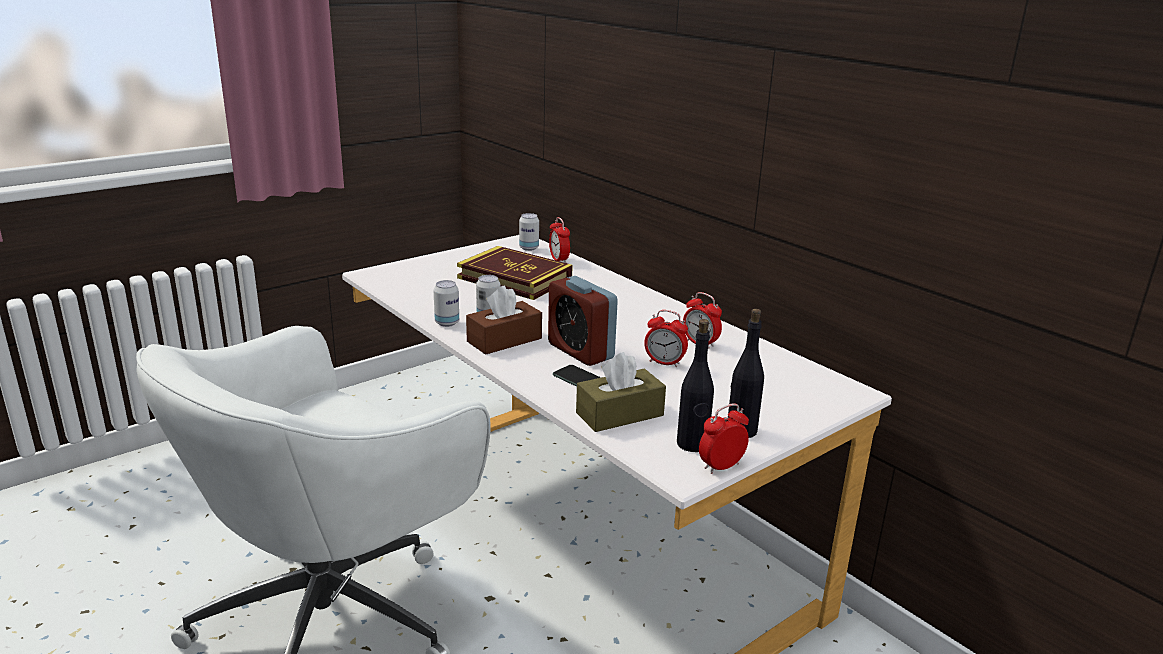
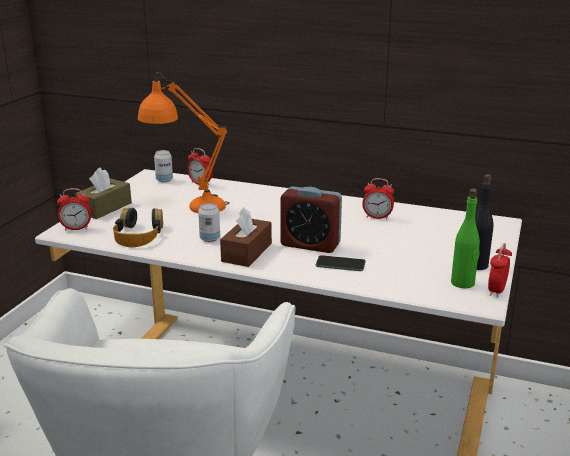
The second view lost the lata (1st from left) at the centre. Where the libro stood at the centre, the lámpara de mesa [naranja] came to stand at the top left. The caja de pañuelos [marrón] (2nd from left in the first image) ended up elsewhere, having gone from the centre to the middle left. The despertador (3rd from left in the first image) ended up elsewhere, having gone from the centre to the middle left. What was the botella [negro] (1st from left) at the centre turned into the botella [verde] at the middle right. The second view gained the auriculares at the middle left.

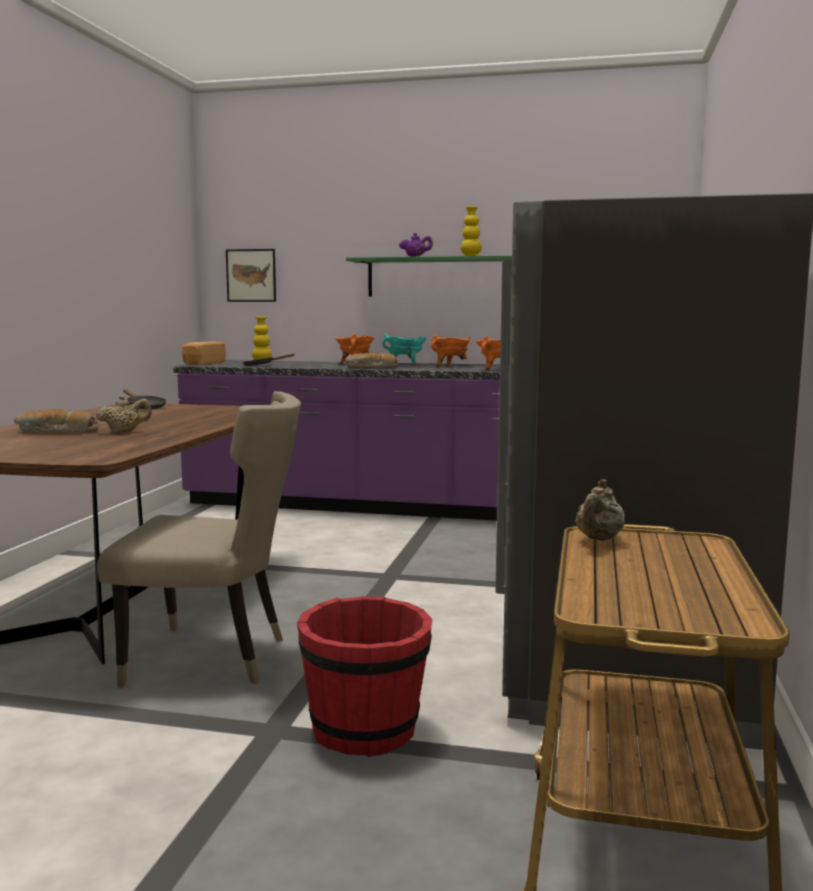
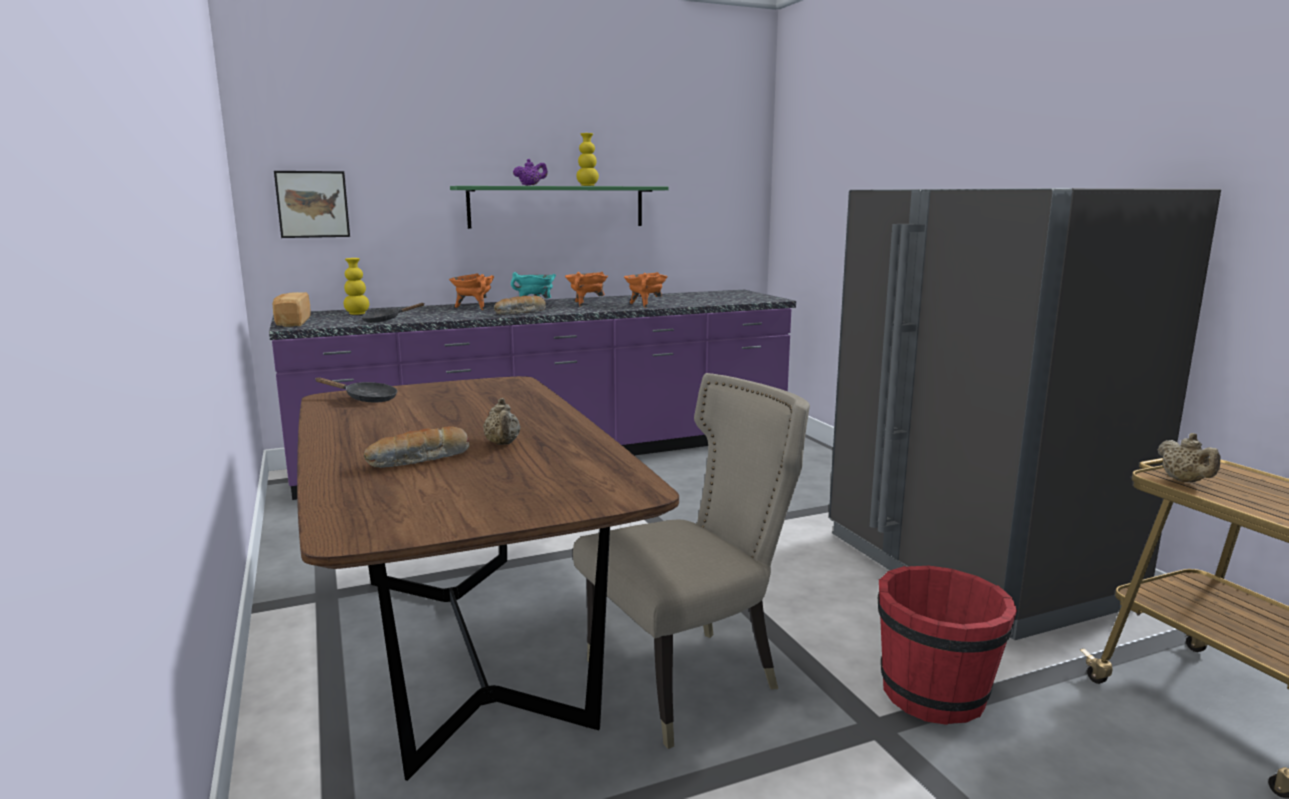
The tetera [beis] (1st from left) at the middle left ended up facing another way, 135 degrees clockwise from before.

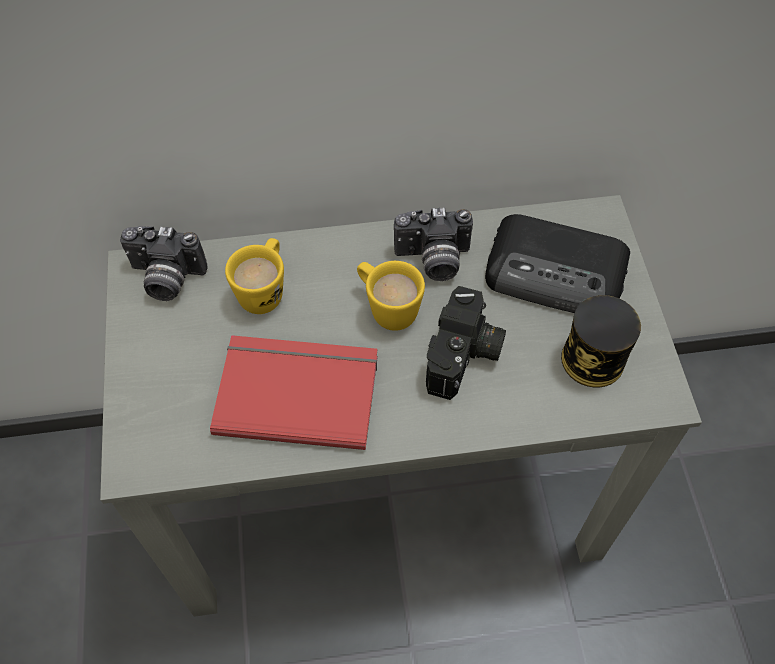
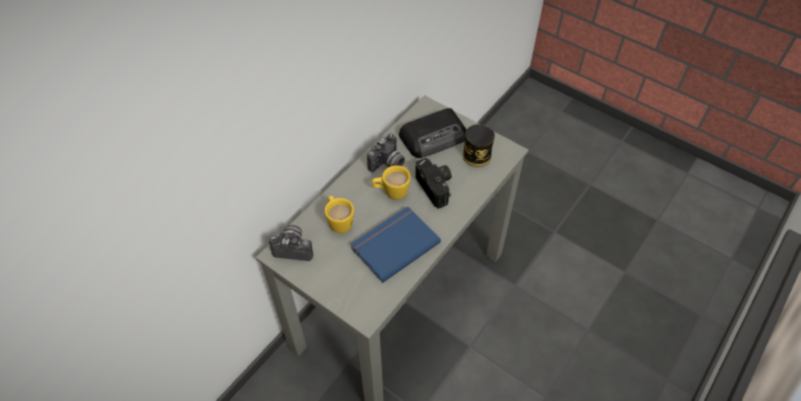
The cámara (1st from left) at the middle left ended up facing another way, 135 degrees counterclockwise from before. What was the libro [rojo] at the centre turned into the libro [azul] at the centre.

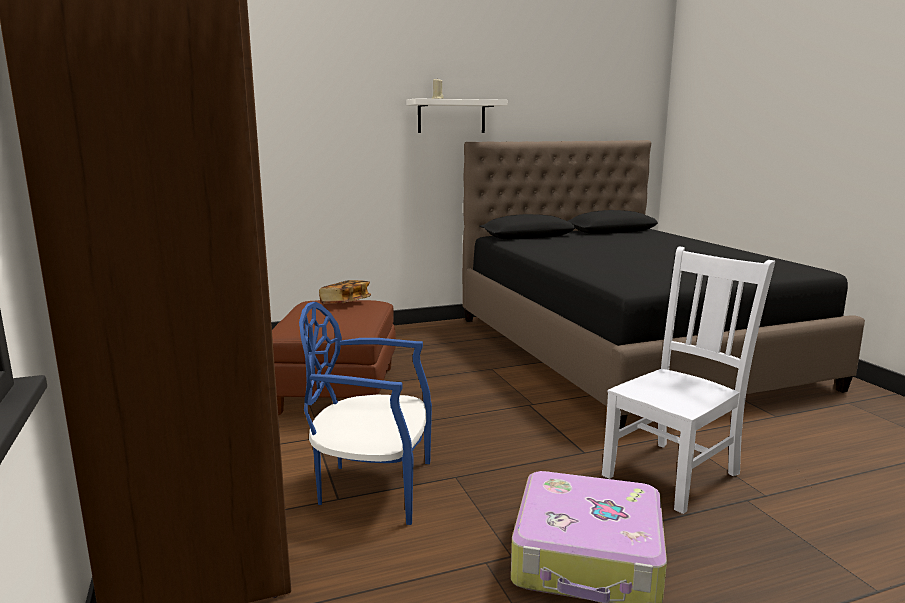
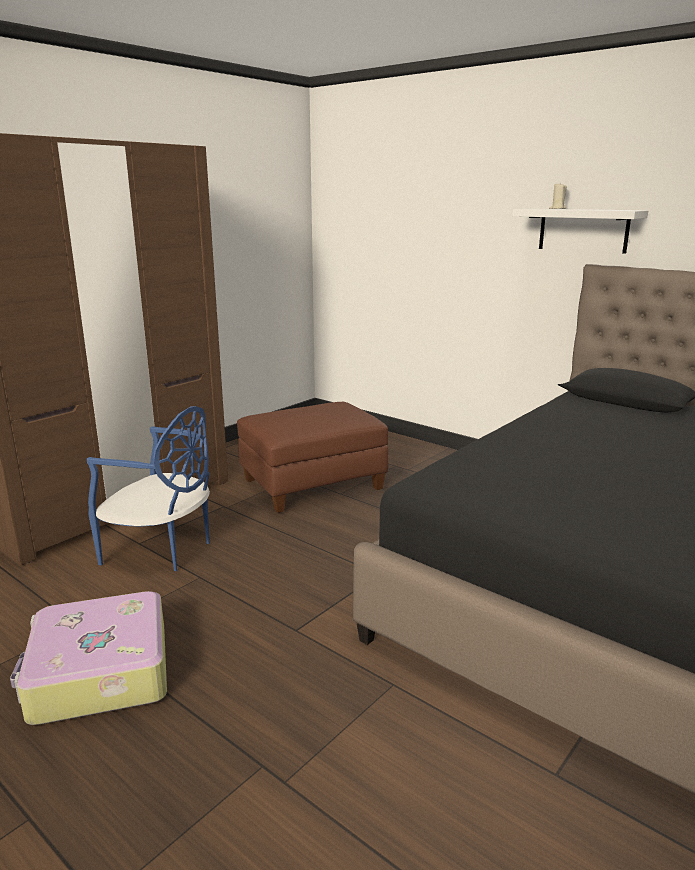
The silla [azul] at the bottom centre ended up facing another way, 135 degrees clockwise from before. The second view lost the libro at the centre. The second view lost the silla [blanco] at the middle right.

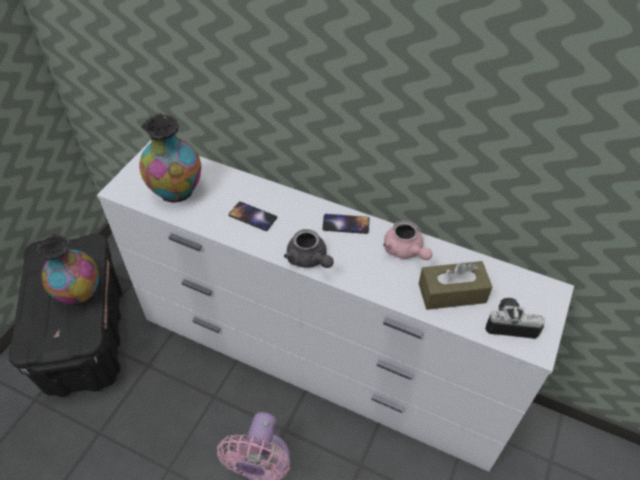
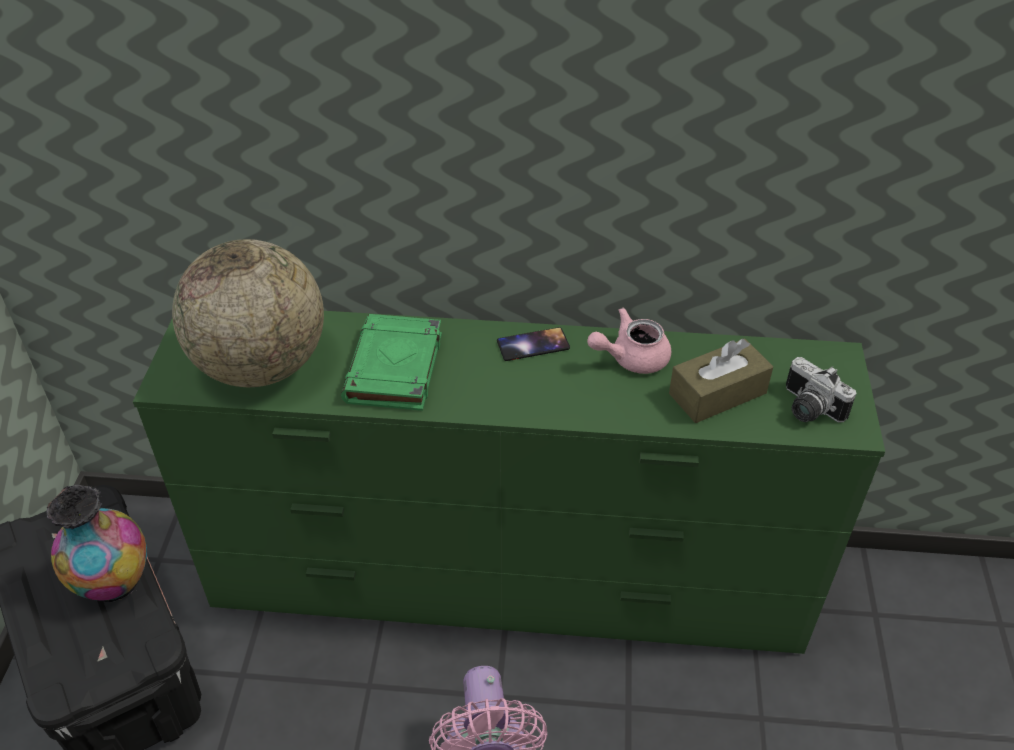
What was the cómoda [blanco] at the centre turned into the cómoda [verde] at the centre. Where the florero (2nd from left) stood at the top left, the globo terráqueo came to stand at the middle left. Where the móvil (1st from left) stood at the centre, the libro [verde] came to stand at the centre. The second view lost the tetera [gris] at the centre. The tetera [rosa] at the centre ended up facing another way, 120 degrees clockwise from before. The cámara at the middle right ended up facing another way, 120 degrees counterclockwise from before.

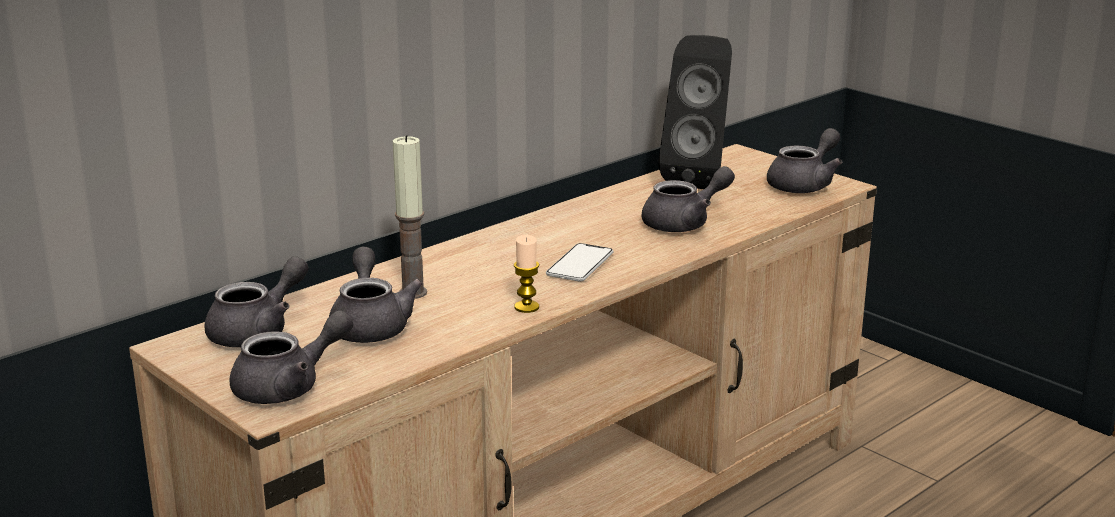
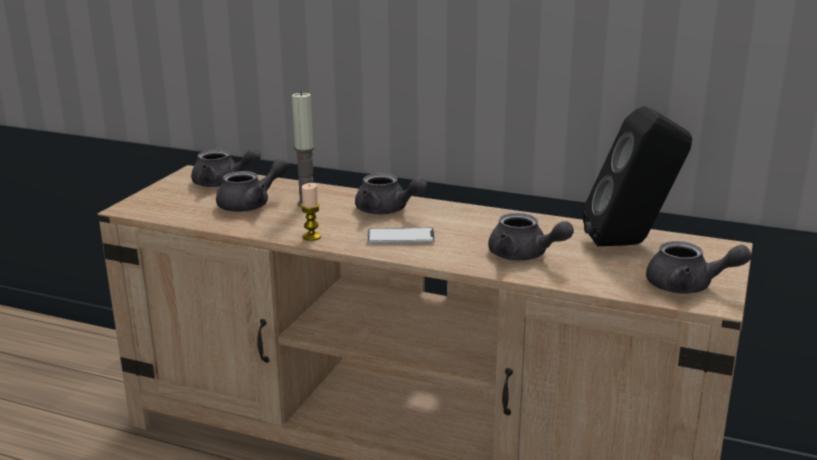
The tetera [gris] (2nd from left in the first image) ended up elsewhere, having gone from the bottom left to the centre.

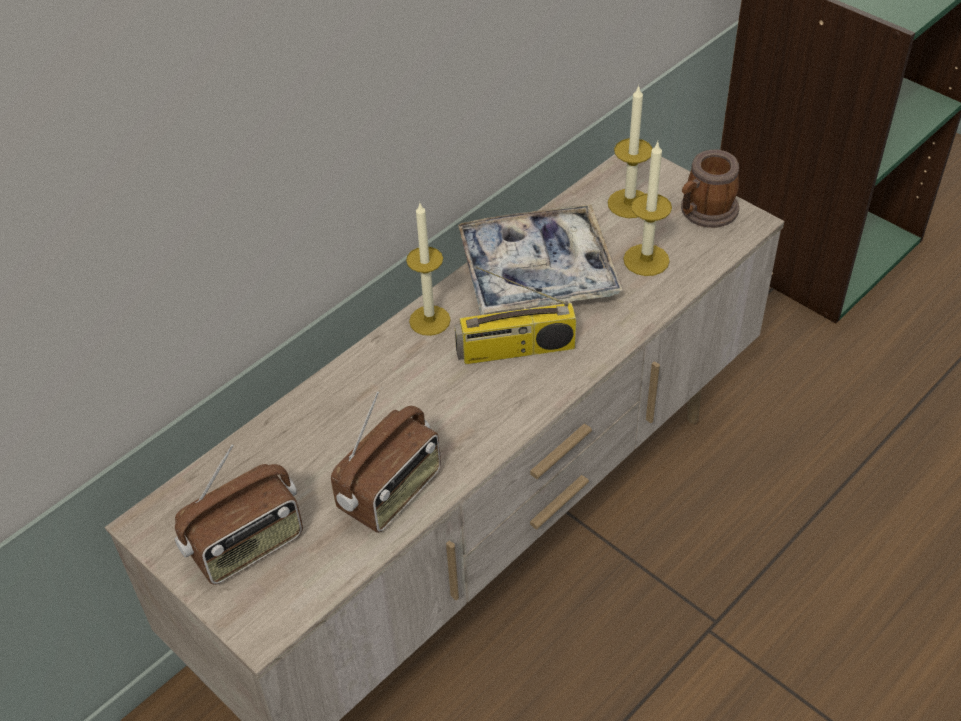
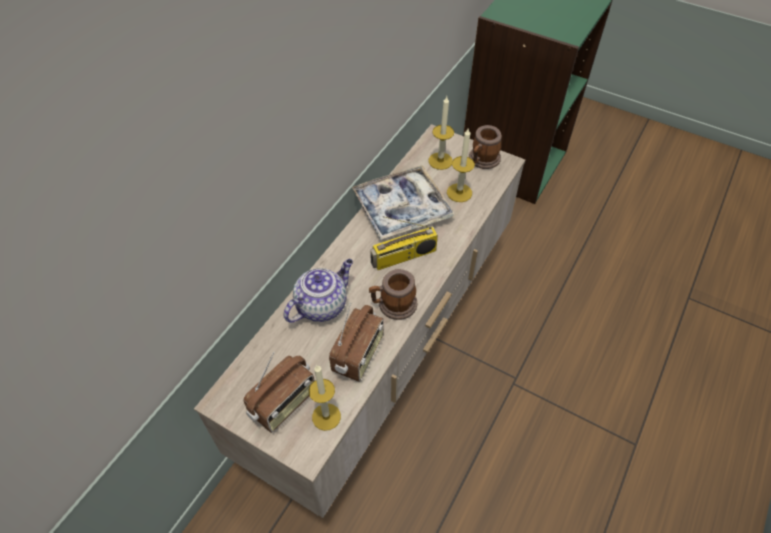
The vela (1st from left) ended up elsewhere, having gone from the centre to the bottom centre. The second view gained the tetera at the centre. The second view gained the taza grande (1st from left) at the centre.

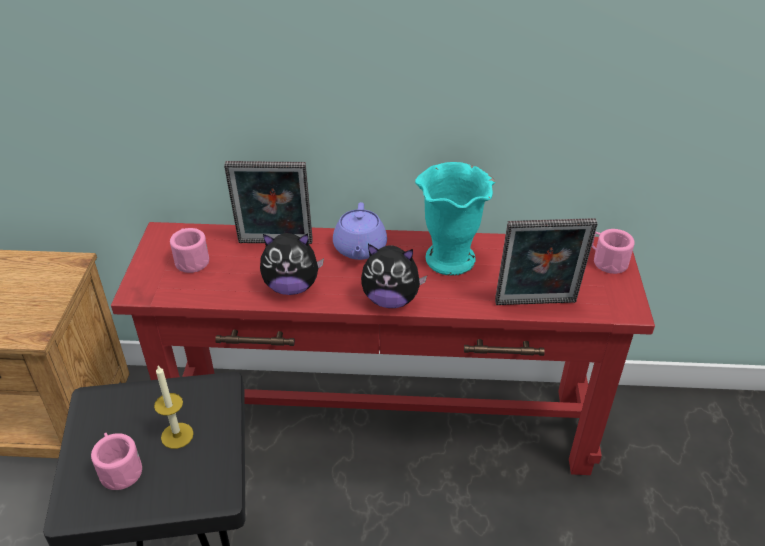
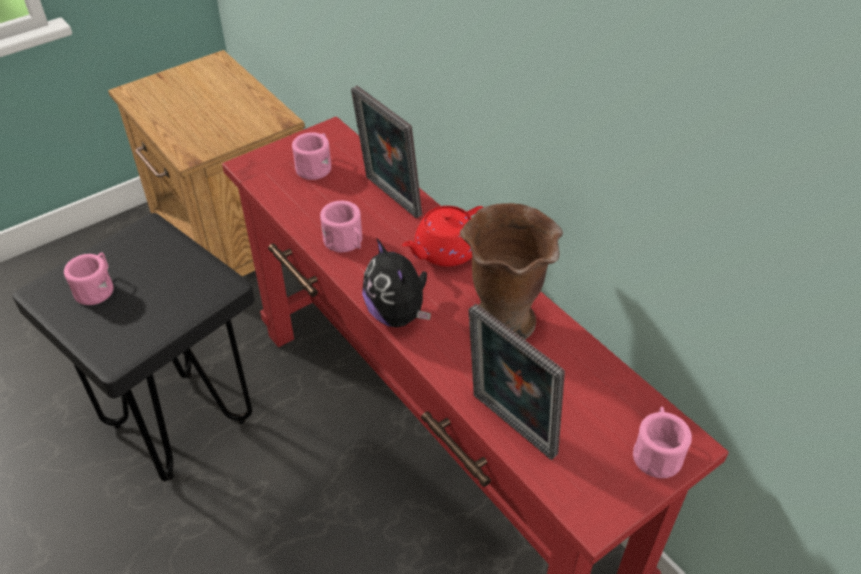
The second view lost the vela at the bottom left. Where the peluche (1st from left) stood at the centre, the taza grande [rosa] (3rd from left) came to stand at the centre. What was the tetera [morado] at the centre turned into the tetera [rojo] at the centre. What was the florero [turquesa] at the centre turned into the florero [marrón] at the centre.

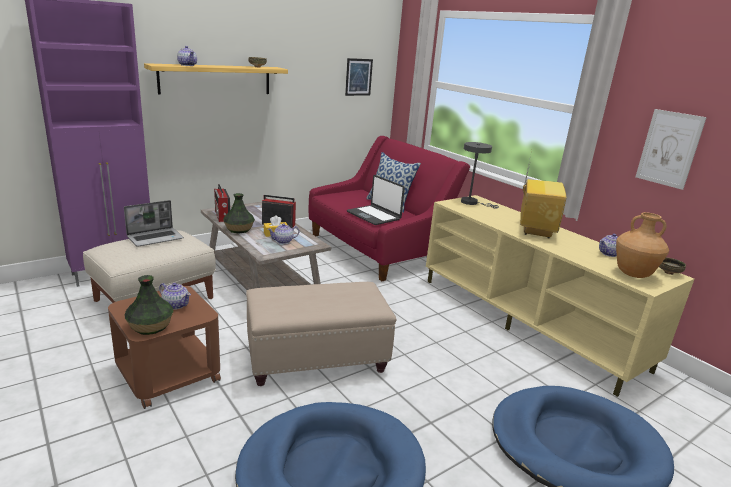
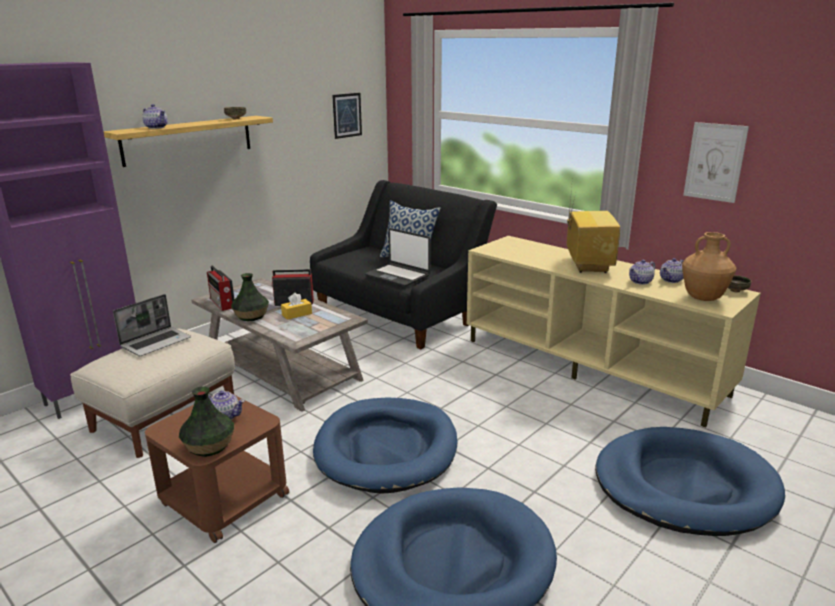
Where the puf [beis] (2nd from left) stood at the bottom centre, the cama para perro [azul] (1st from left) came to stand at the bottom centre. The tetera (3rd from left) ended up elsewhere, having gone from the centre to the middle right. What was the sofá [rojo] at the centre turned into the sofá [negro] at the centre. The second view lost the lámpara de mesa [gris] at the centre.

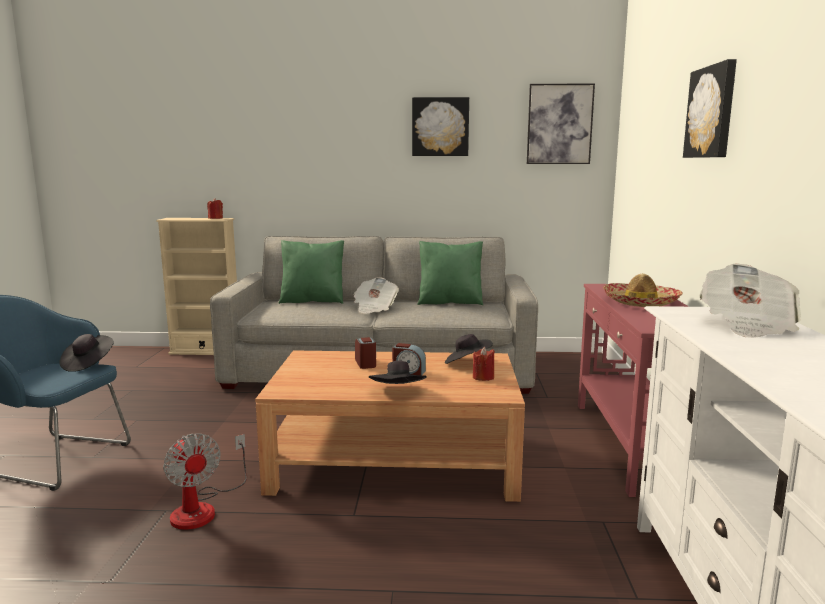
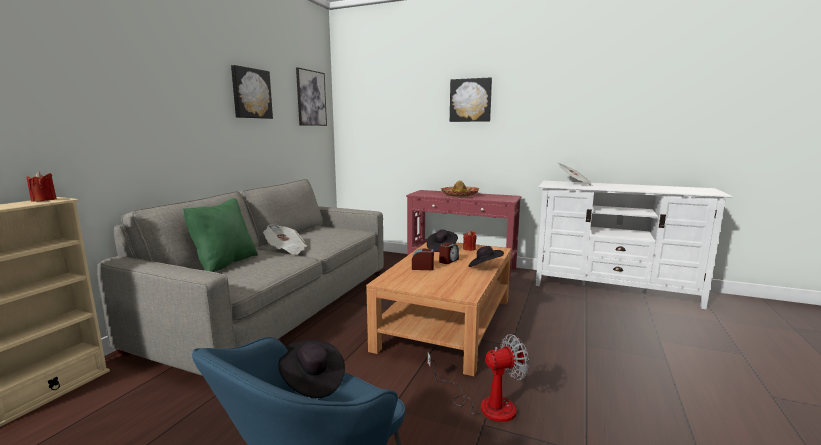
The second view lost the cojín [verde] (2nd from left) at the centre.

